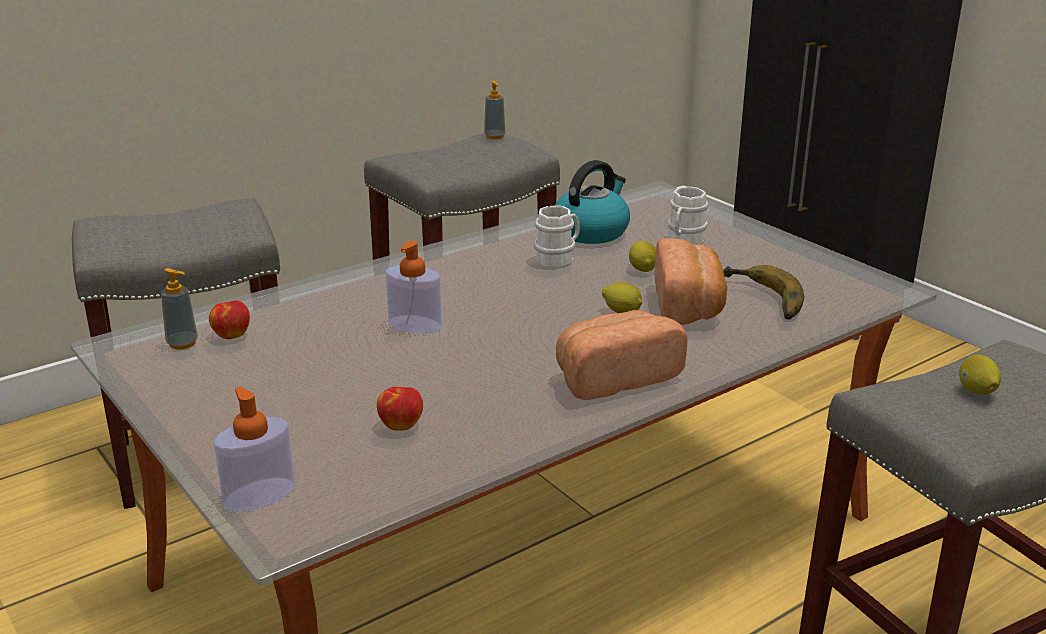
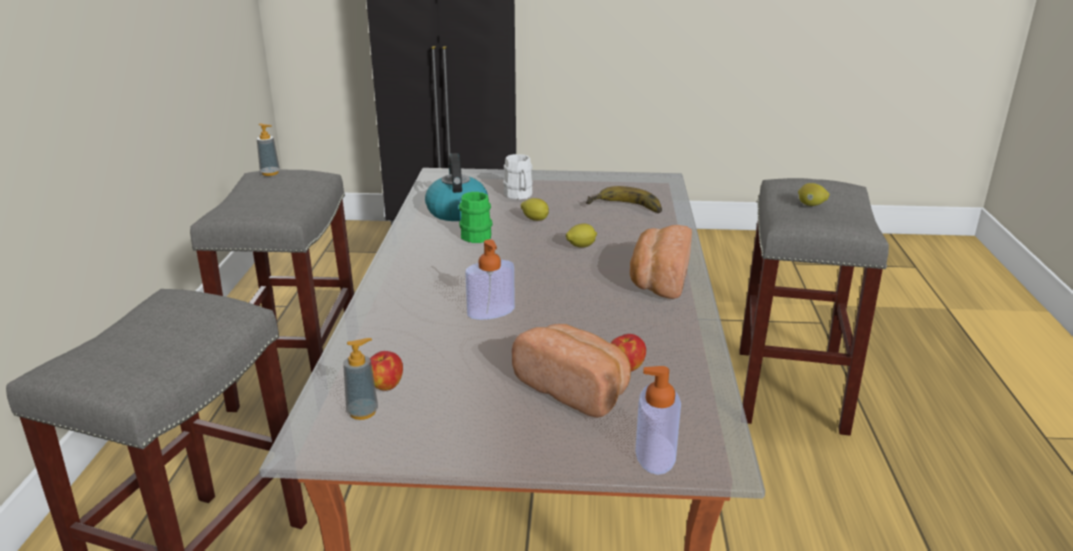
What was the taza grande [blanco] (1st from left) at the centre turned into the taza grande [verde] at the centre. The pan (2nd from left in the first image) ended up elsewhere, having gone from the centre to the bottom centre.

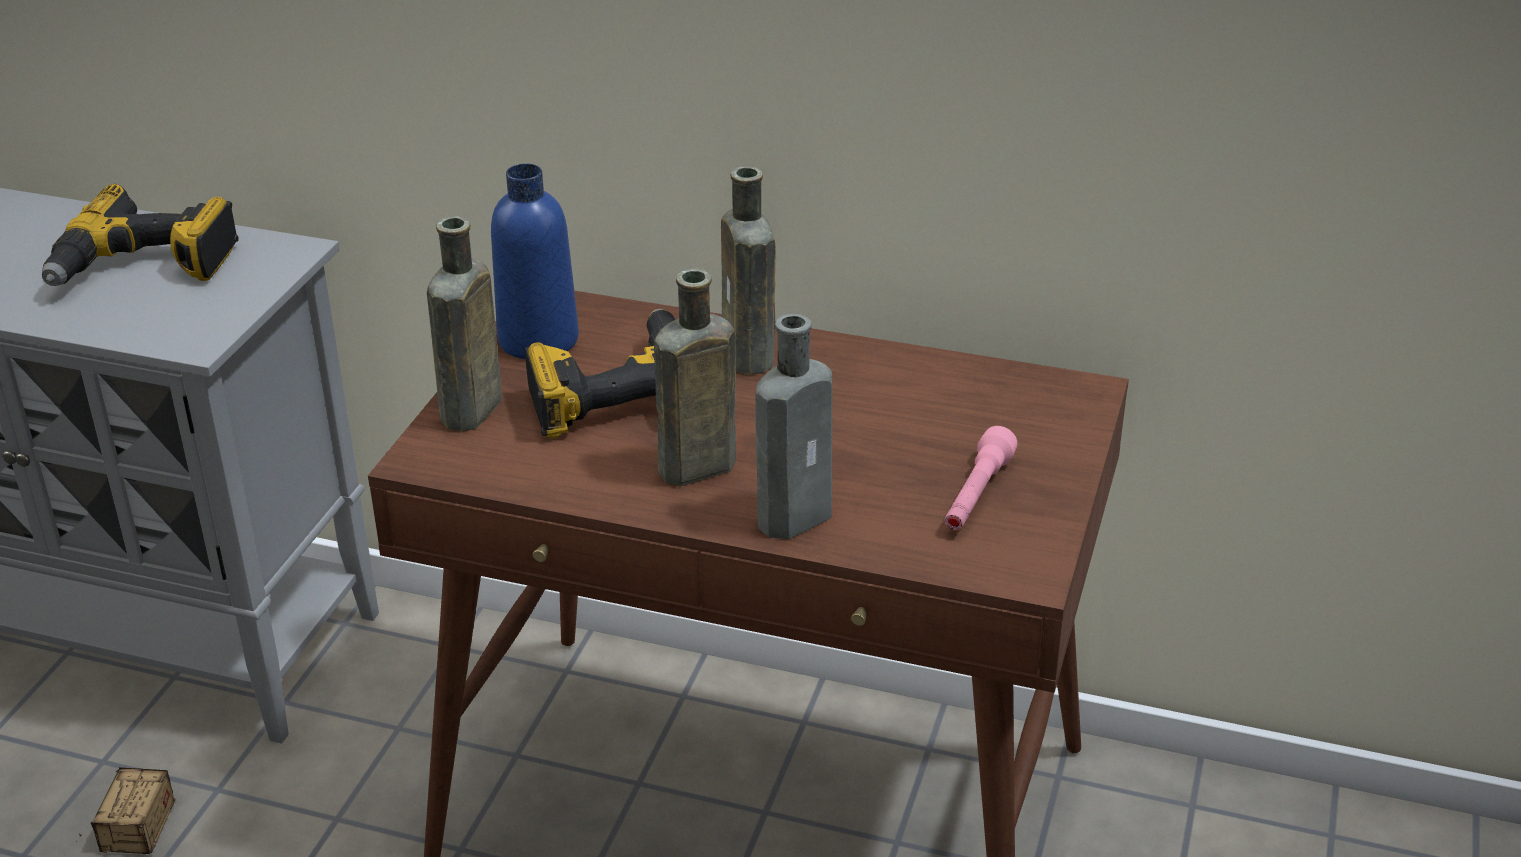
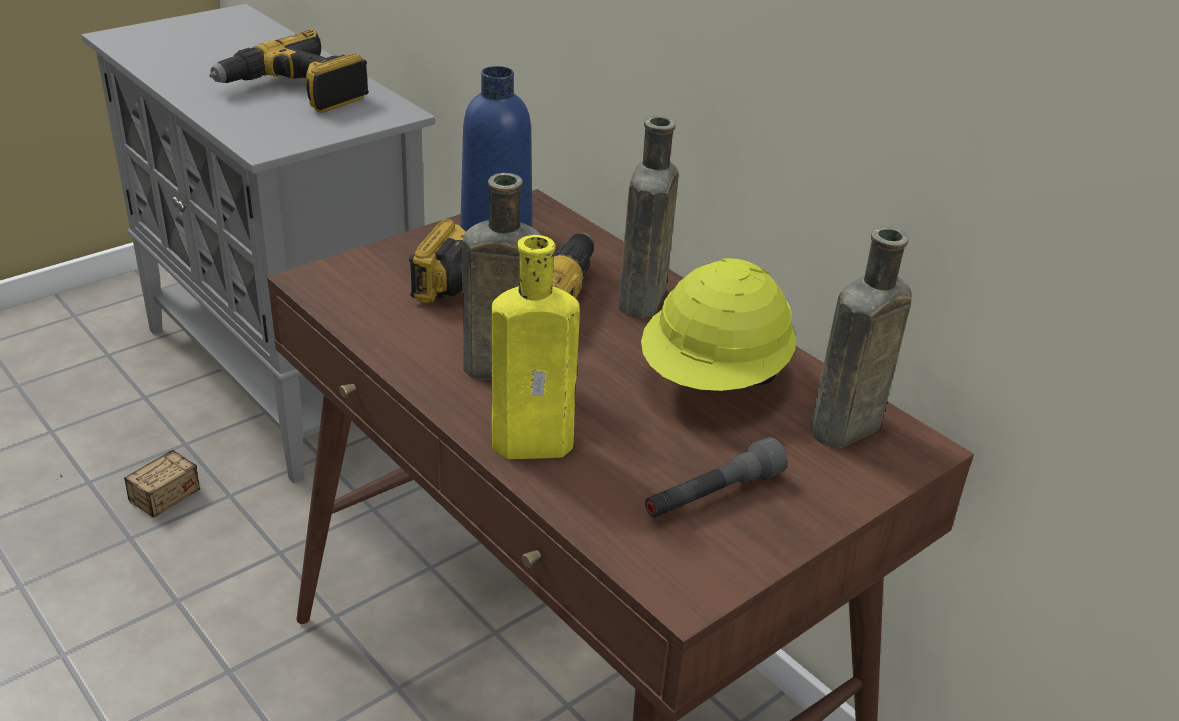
The botella [marrón] (1st from left in the first image) ended up elsewhere, having gone from the middle left to the middle right. What was the botella [gris] at the centre turned into the botella [amarillo] at the centre. What was the linterna [rosa] at the centre turned into the linterna [gris] at the centre. The second view gained the casco [amarillo] at the centre.

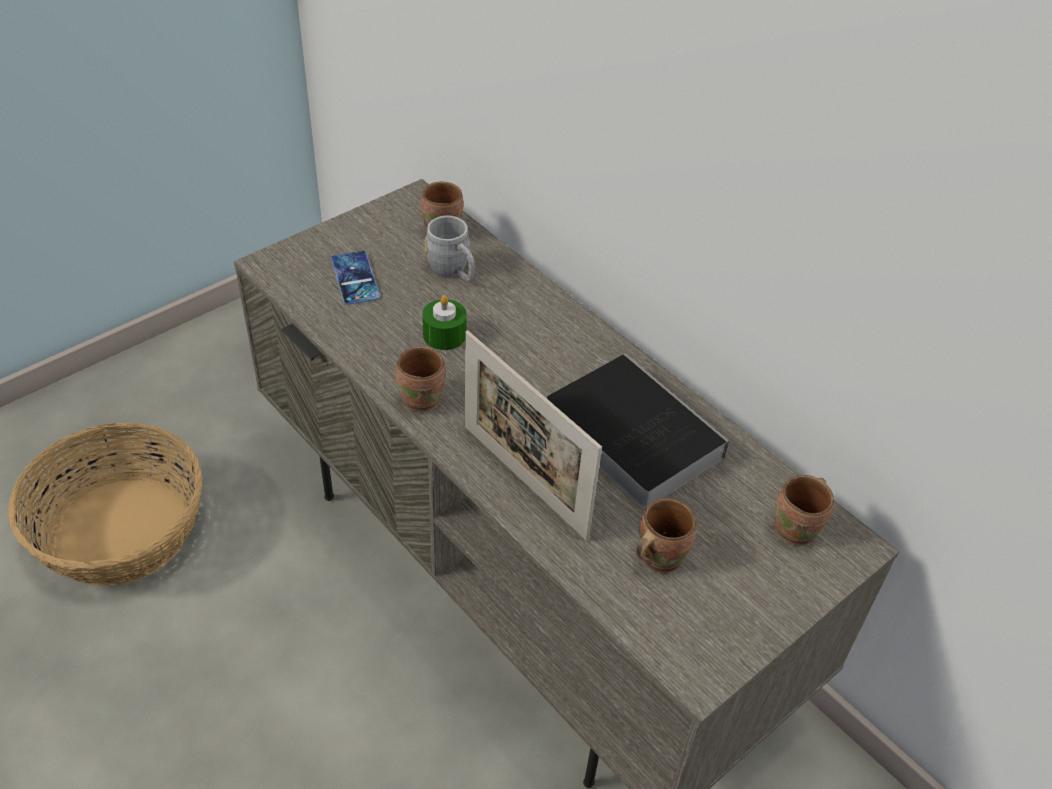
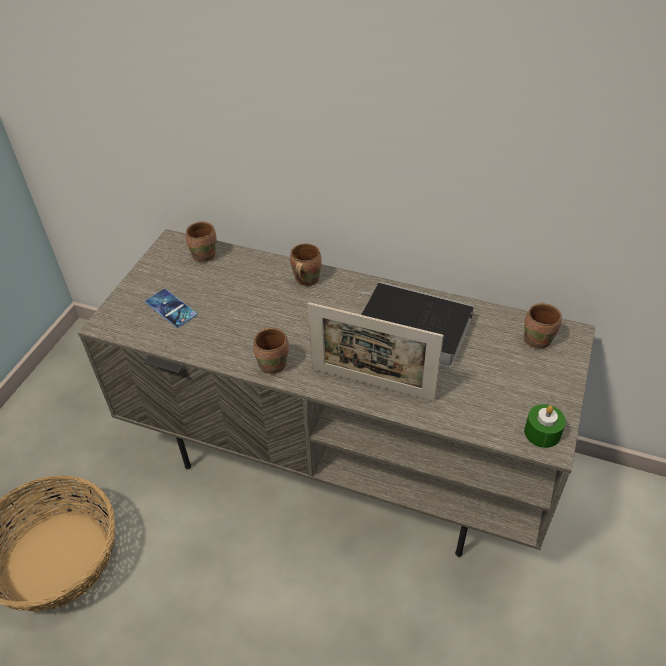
The vela [verde] ended up elsewhere, having gone from the centre to the middle right. The second view lost the taza grande [gris] at the top centre. The taza grande [marrón] (3rd from left) ended up elsewhere, having gone from the bottom centre to the centre.

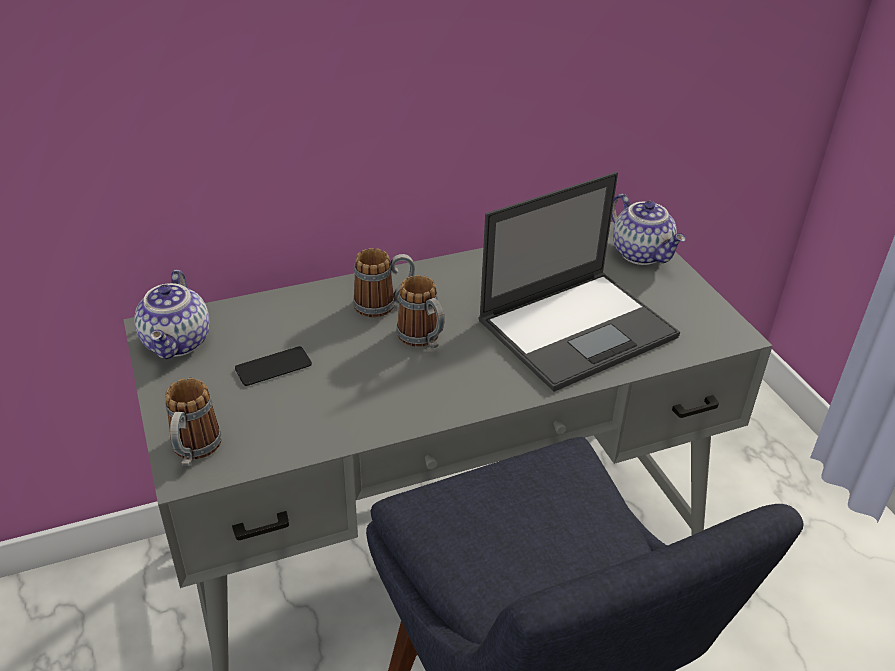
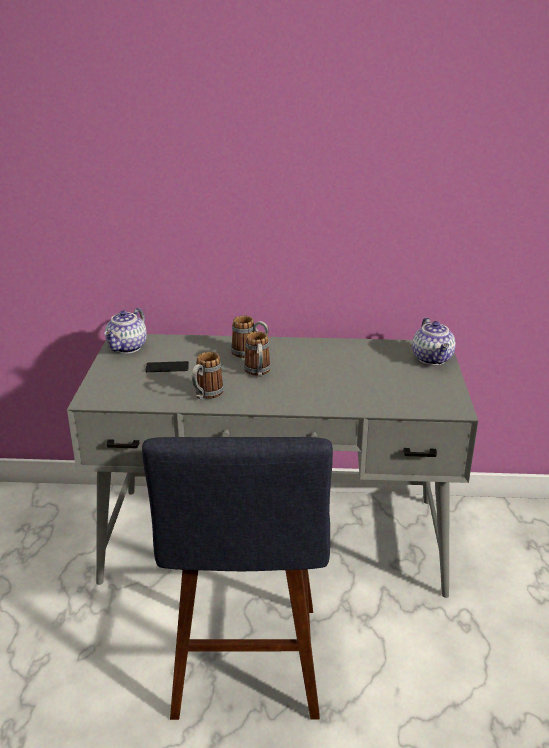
The taza grande (1st from left) ended up elsewhere, having gone from the middle left to the centre. The second view lost the portátil at the centre.

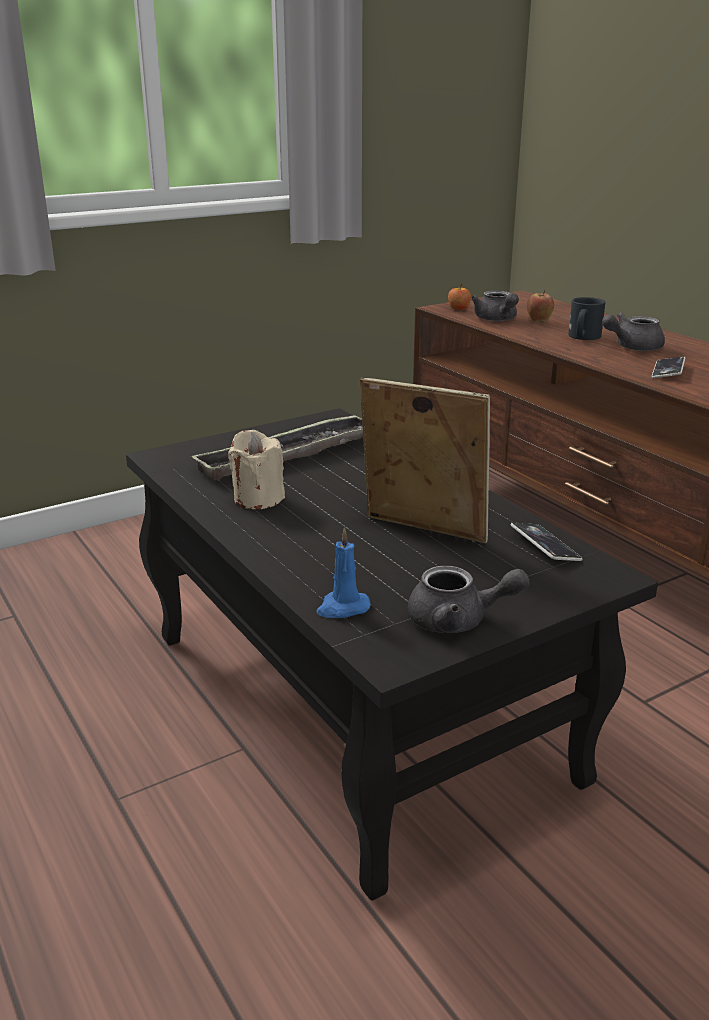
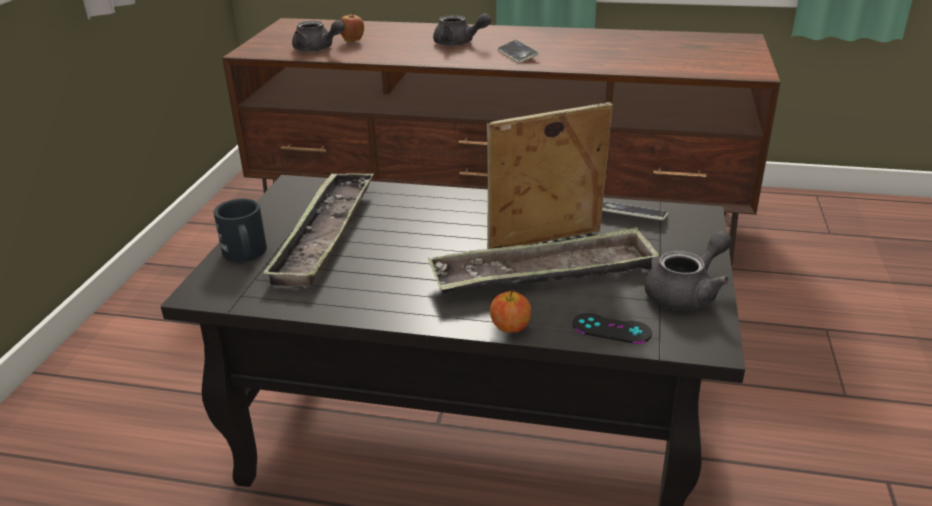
The second view lost the vela [beis] at the centre. Where the vela [azul] stood at the centre, the mando de consola [negro] came to stand at the centre. The manzana (1st from left in the first image) ended up elsewhere, having gone from the top centre to the centre. The taza grande [negro] ended up elsewhere, having gone from the top right to the middle left. The tetera [gris] (3rd from left in the first image) at the top right ended up facing another way, 90 degrees counterclockwise from before. The second view gained the bandeja (2nd from left) at the centre.

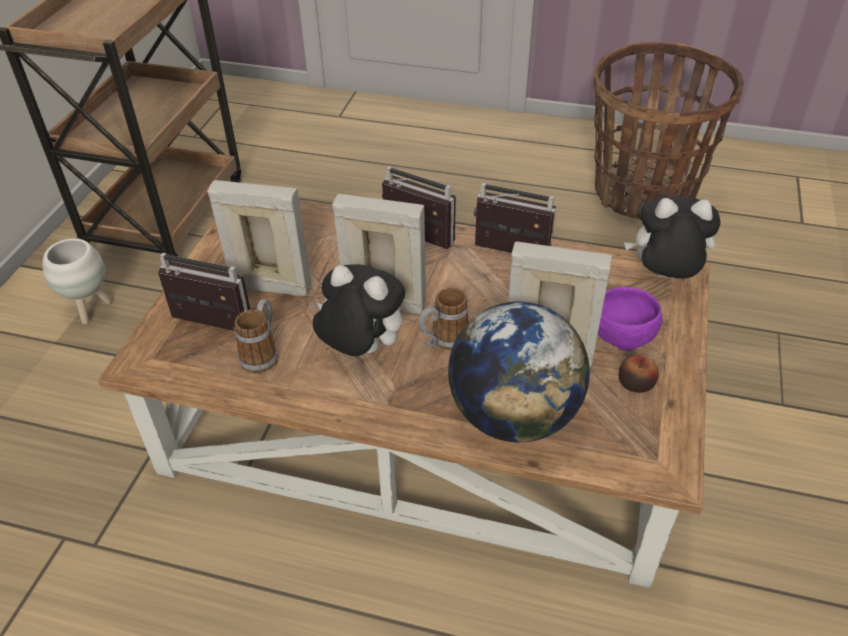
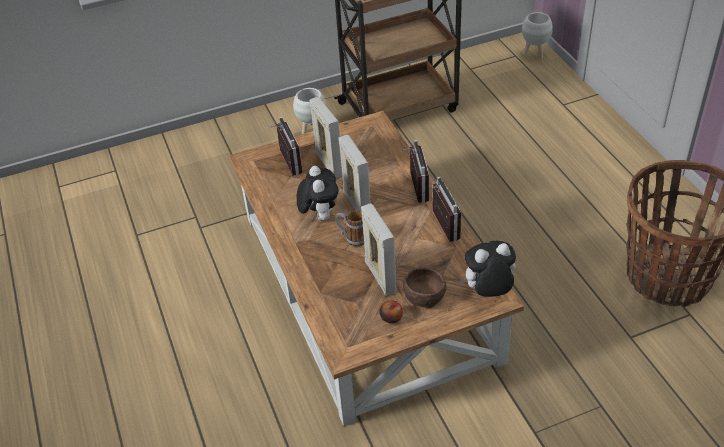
The second view lost the taza grande (1st from left) at the middle left. The second view lost the globo terráqueo at the centre. What was the cuenco [morado] at the middle right turned into the cuenco [marrón] at the centre. The peluche (2nd from left) at the middle right ended up facing another way, 75 degrees counterclockwise from before. The second view gained the maceta [blanco] (2nd from left) at the top right.

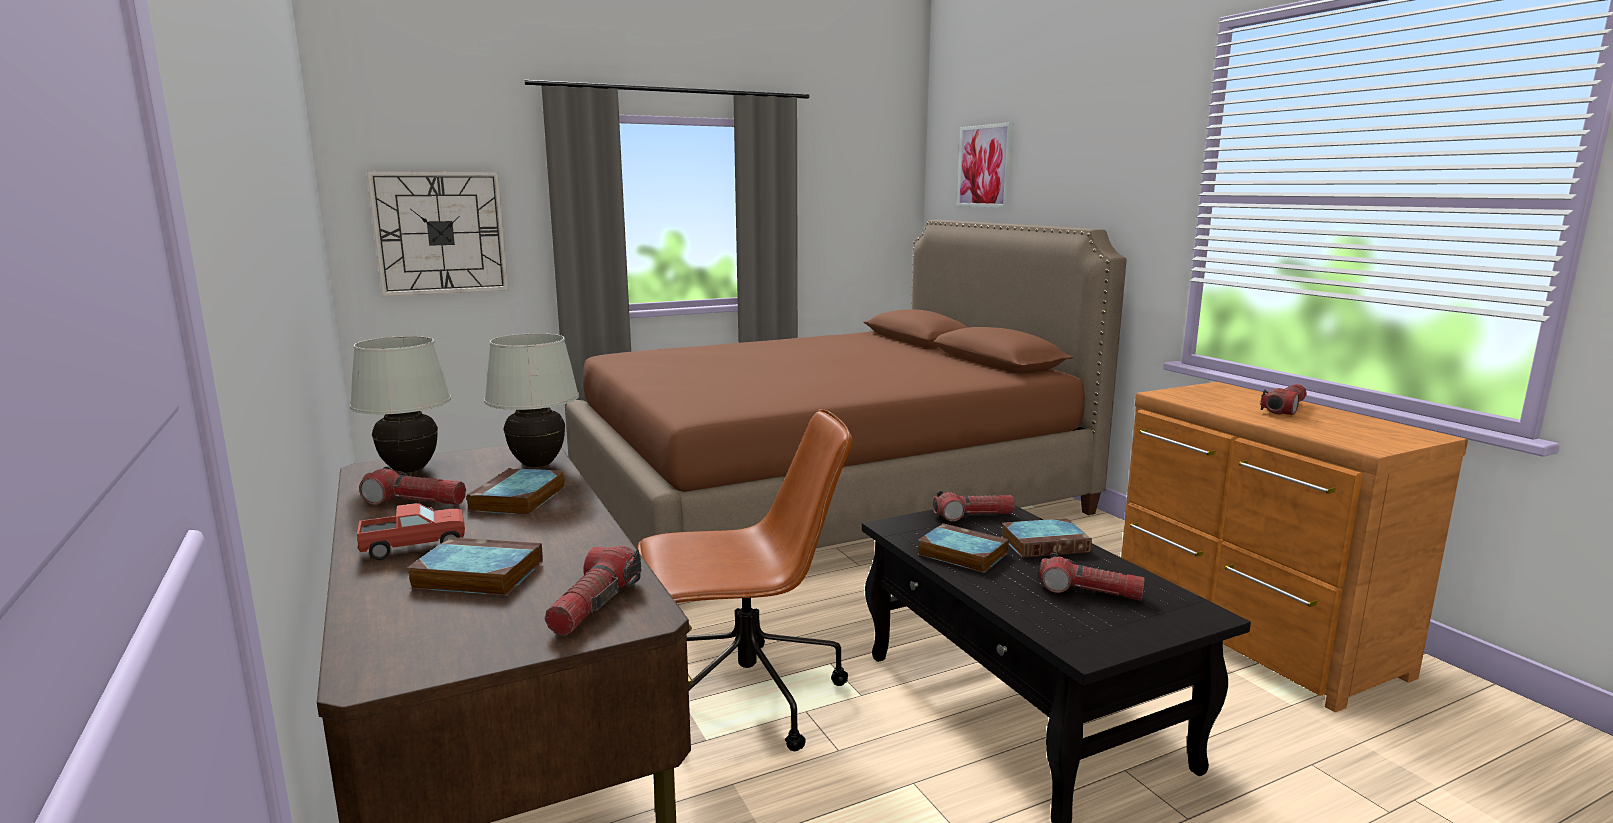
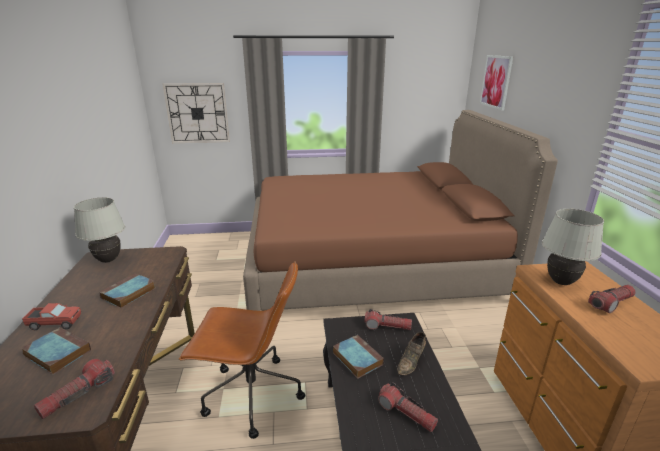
The second view lost the linterna (1st from left) at the middle left. The lámpara de mesa [blanco] (2nd from left) ended up elsewhere, having gone from the middle left to the middle right. Where the libro (4th from left) stood at the centre, the zapato [marrón] came to stand at the bottom centre.

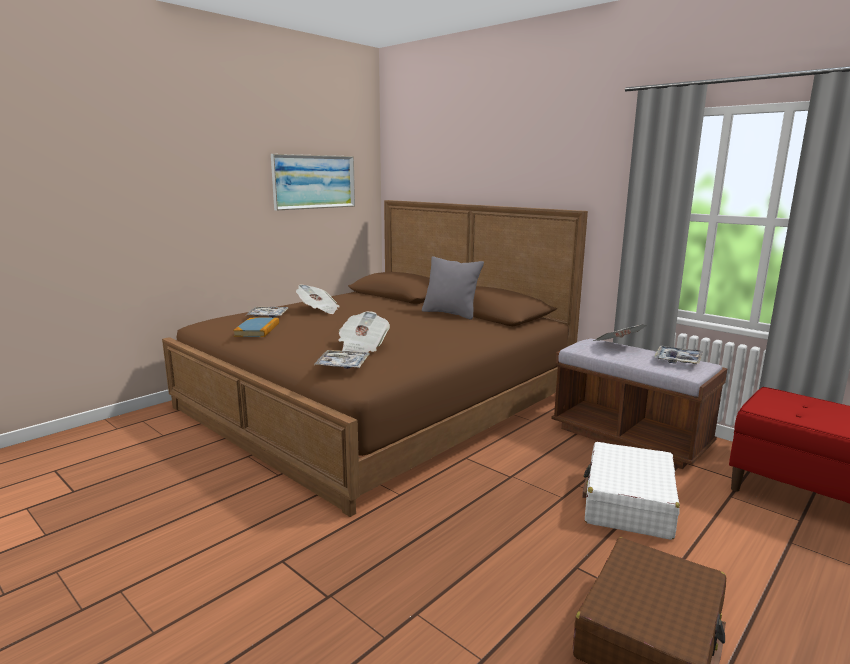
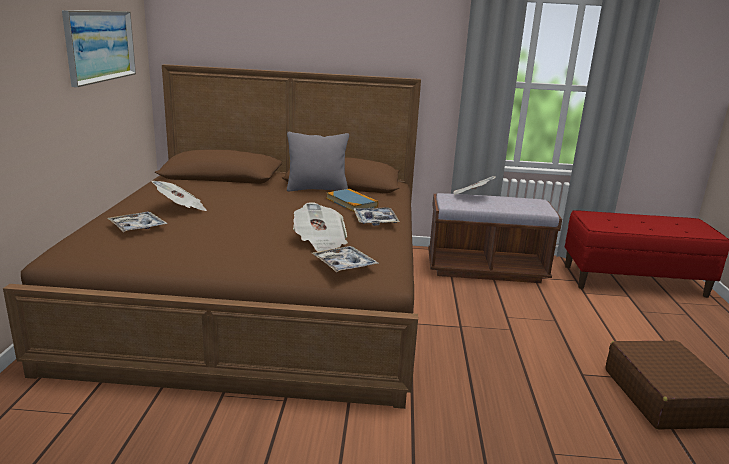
The libro ended up elsewhere, having gone from the middle left to the centre. The second view lost the maleta [blanco] at the bottom right. The bandeja (3rd from left) ended up elsewhere, having gone from the middle right to the centre.

